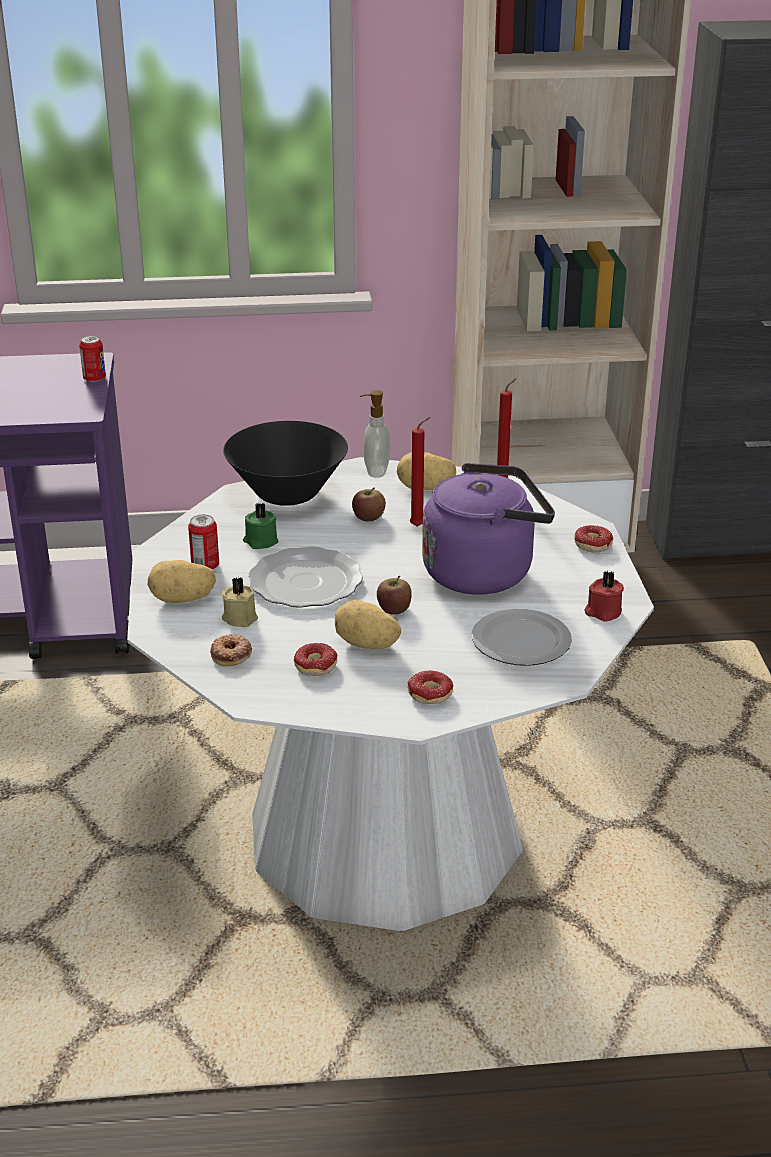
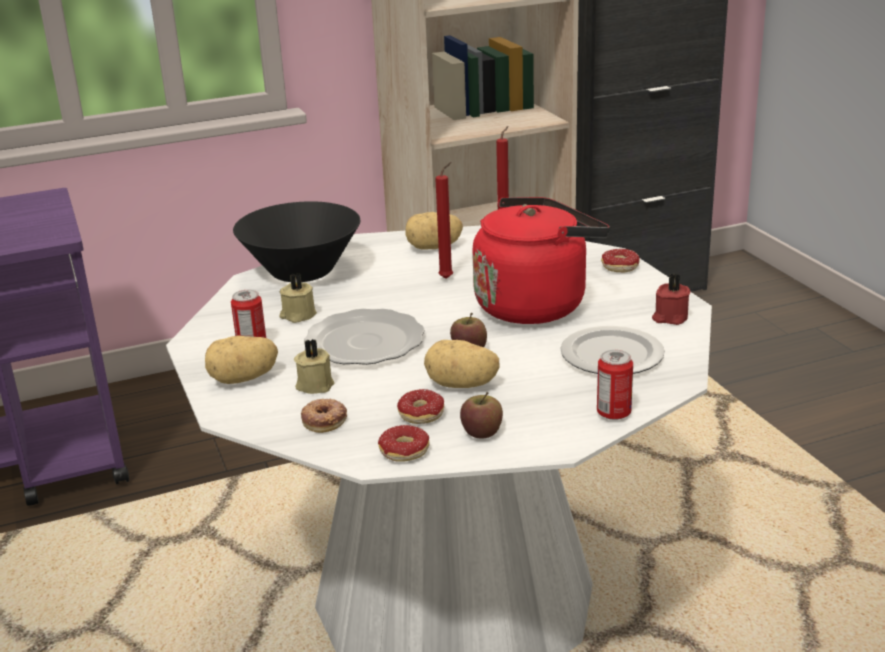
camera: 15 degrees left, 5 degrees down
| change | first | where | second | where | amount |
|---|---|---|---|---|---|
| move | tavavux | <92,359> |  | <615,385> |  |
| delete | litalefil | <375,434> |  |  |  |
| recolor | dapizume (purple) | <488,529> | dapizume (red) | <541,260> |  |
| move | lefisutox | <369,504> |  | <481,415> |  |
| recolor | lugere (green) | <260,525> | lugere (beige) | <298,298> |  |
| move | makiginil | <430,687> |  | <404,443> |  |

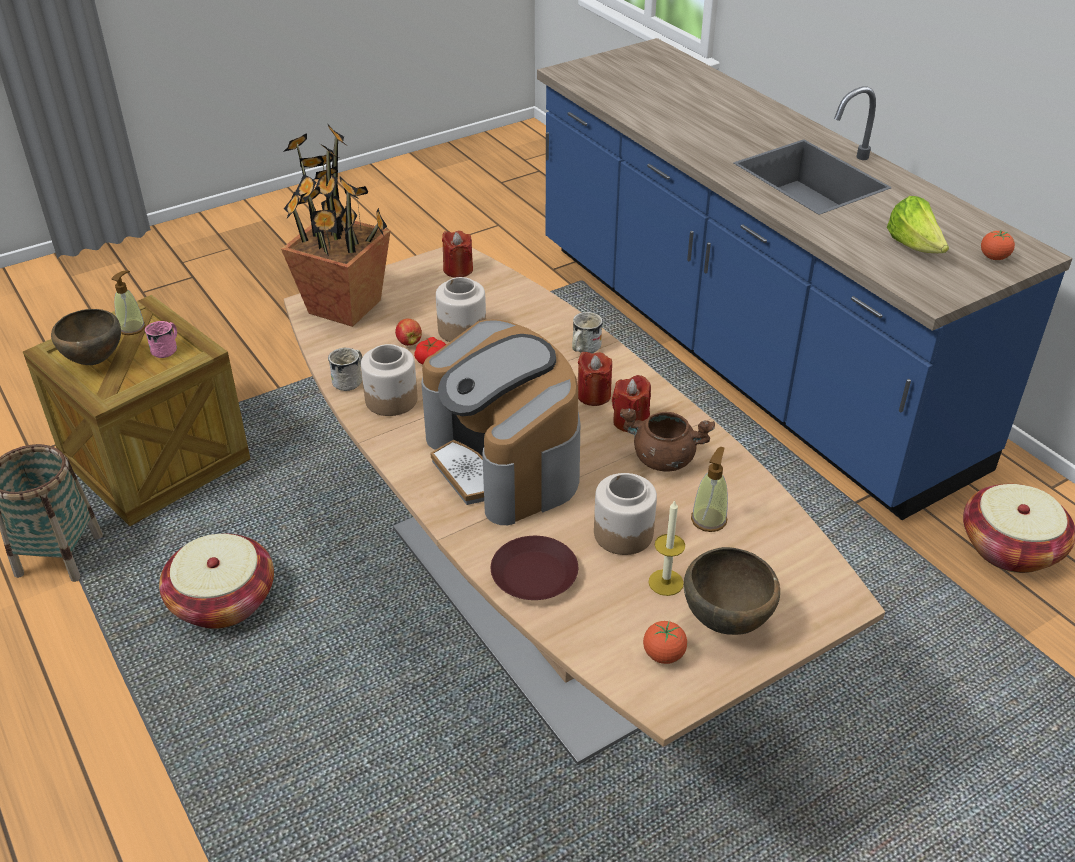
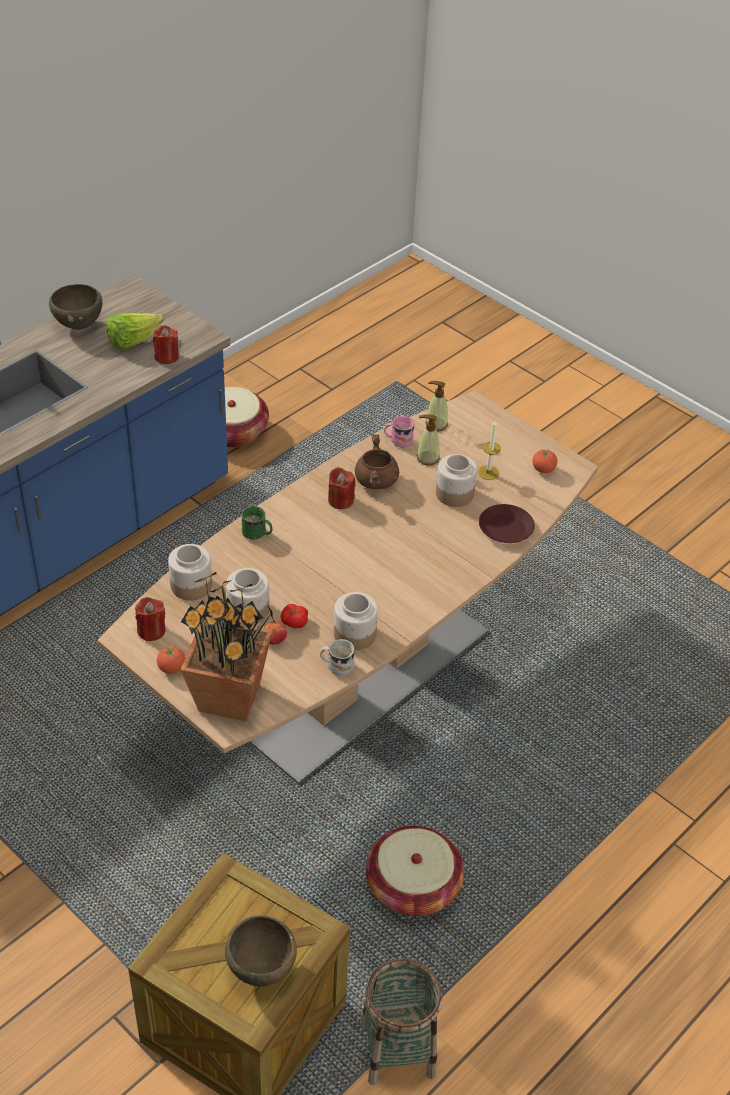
camera: 105 degrees left, 5 degrees up
| change | first | where | second | where | amount |
|---|---|---|---|---|---|
| move | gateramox | <998,244> |  | <171,660> |  |
| move | litalefil | <128,302> |  | <436,406> |  |
| recolor | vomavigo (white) | <587,333> | vomavigo (green) | <257,523> |  |
| delete | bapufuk | <500,422> |  |  |  |
| move | vomavigo (pink) | <161,339> |  | <399,431> |  |
| move | lugere (red) | <594,379> |  | <166,344> |  |
| move | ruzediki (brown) | <732,591> |  | <75,307> |  |
| insert |  |  | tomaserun | <190,572> |  |

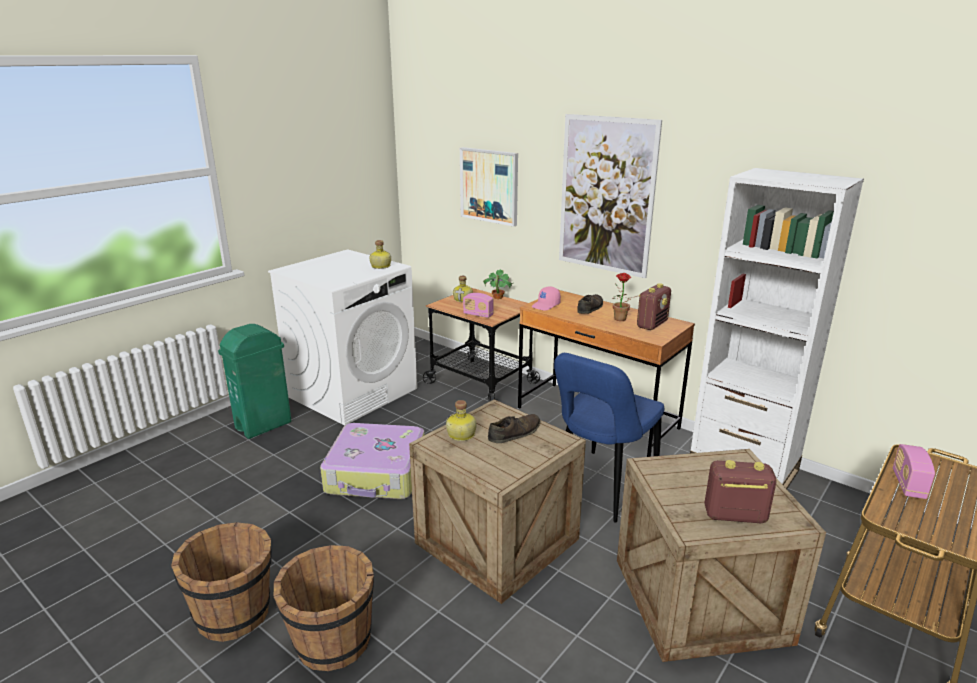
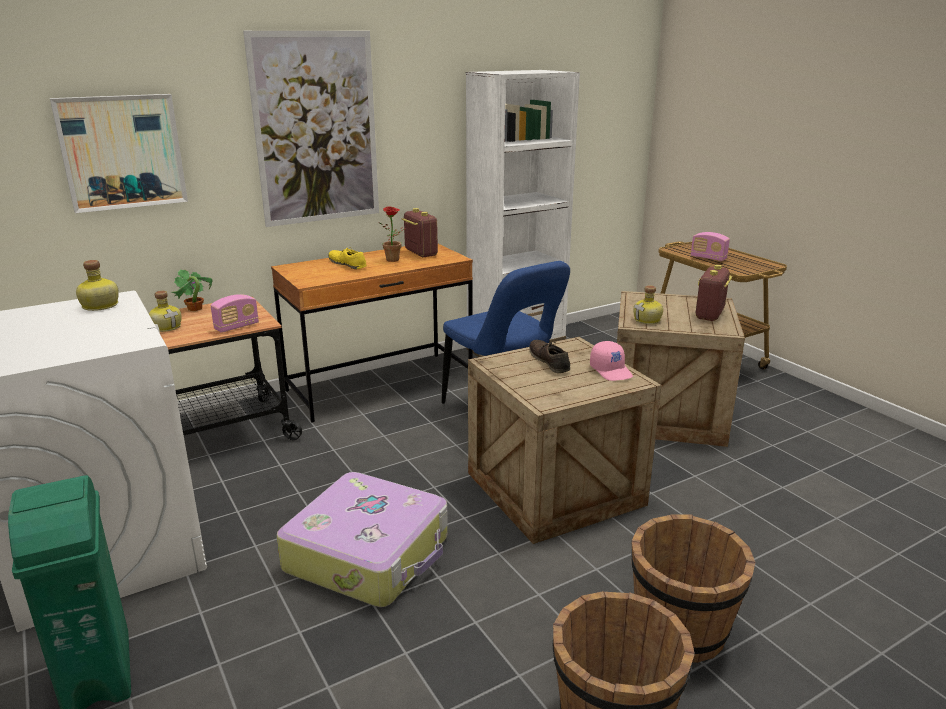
camera: 70 degrees left, 0 degrees up
| change | first | where | second | where | amount |
|---|---|---|---|---|---|
| move | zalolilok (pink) | <546,298> |  | <611,361> |  |
| recolor | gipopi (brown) | <590,304> | gipopi (yellow) | <347,258> |  |
| move | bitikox | <461,420> |  | <648,304> |  |

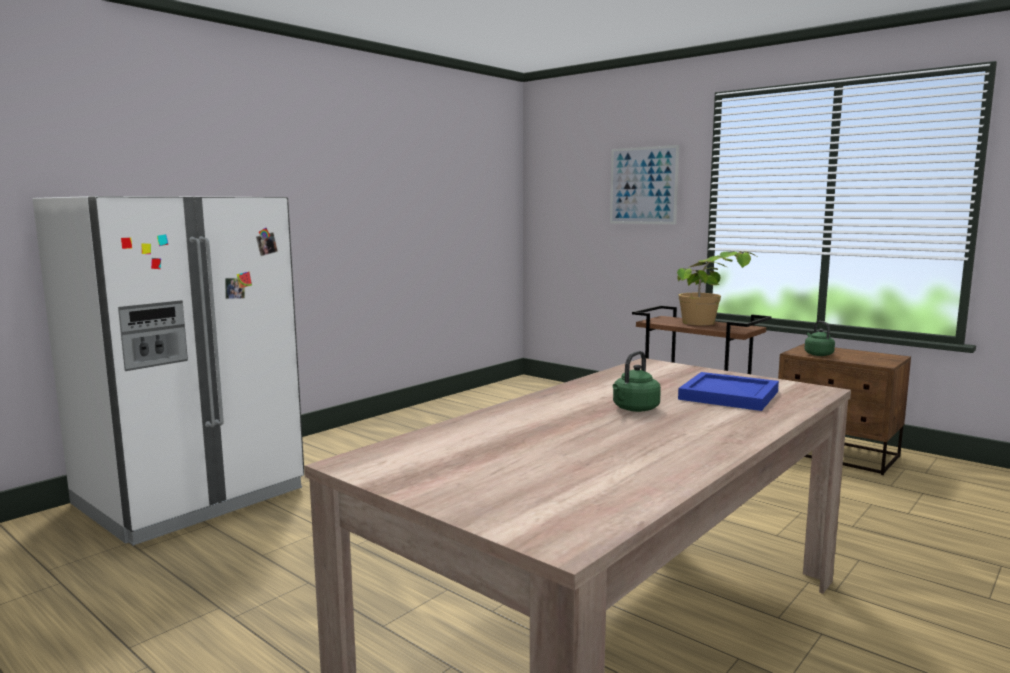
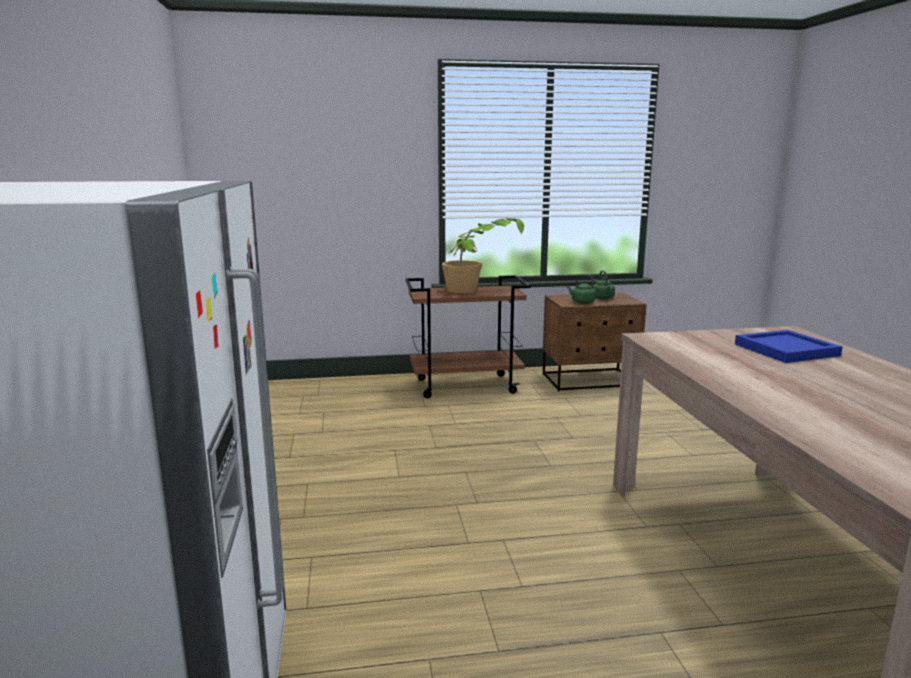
camera: 50 degrees left, 5 degrees up
| change | first | where | second | where | amount |
|---|---|---|---|---|---|
| delete | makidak | <644,184> |  |  |  |
| move | dapizume (green) | <637,381> |  | <604,284> |  |

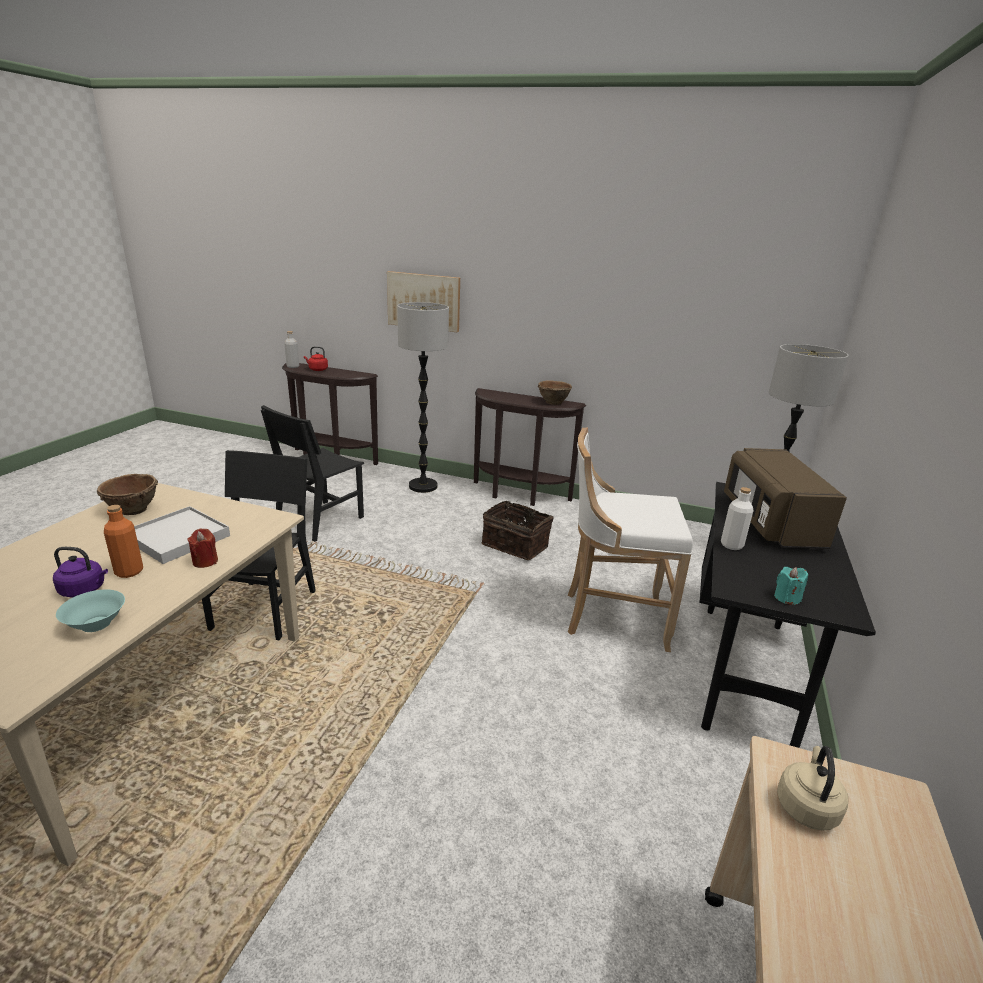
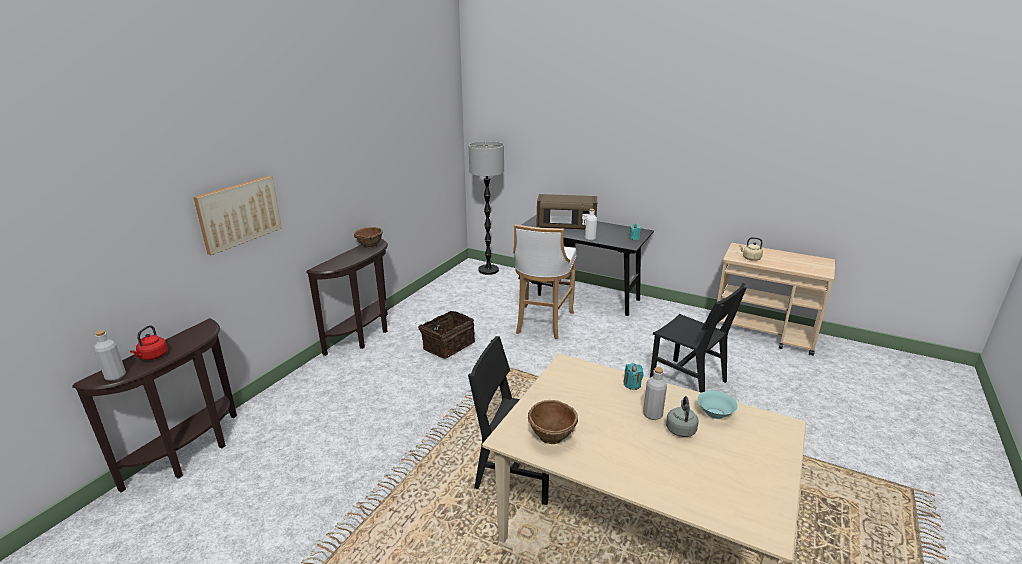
camera: 80 degrees left, 0 degrees up
| change | first | where | second | where | amount |
|---|---|---|---|---|---|
| delete | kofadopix | <423,397> |  |  |  |
| move | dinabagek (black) | <312,473> |  | <698,338> |  |
| recolor | bitikox (orange) | <123,541> | bitikox (grey) | <655,393> |  |
| delete | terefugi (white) | <182,535> |  |  |  |
| recolor | lugere (red) | <202,548> | lugere (turquoise) | <633,376> |  |
| recolor | dapizume (purple) | <80,572> | dapizume (grey) | <682,416> |  |

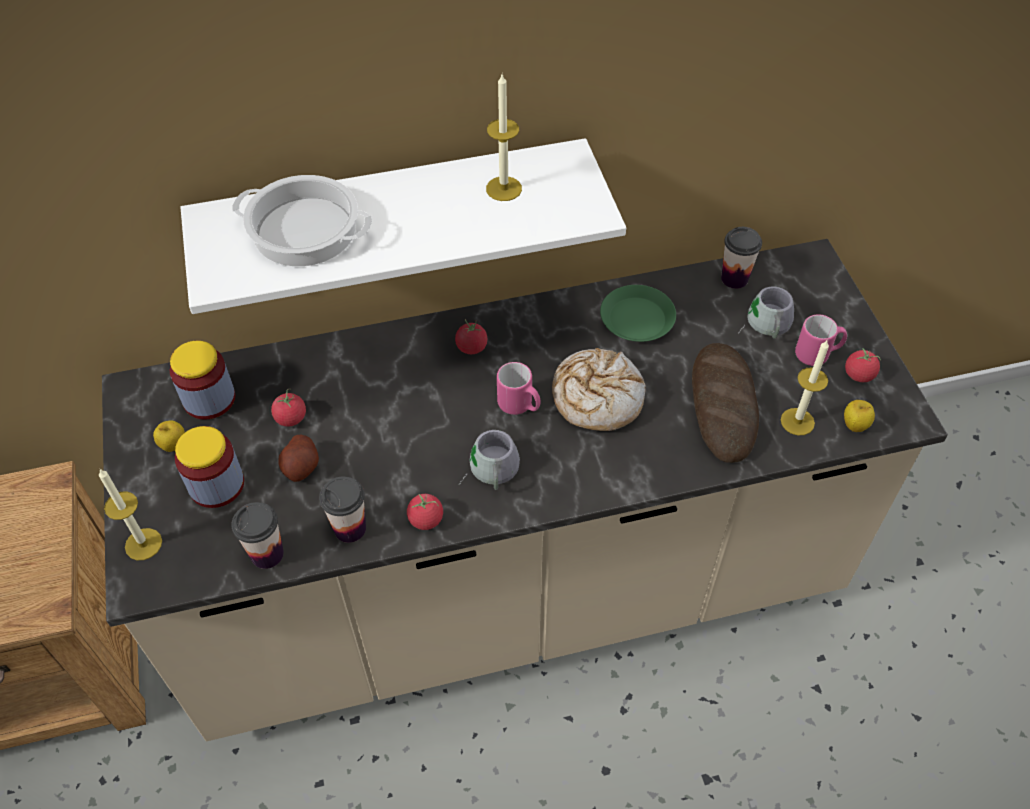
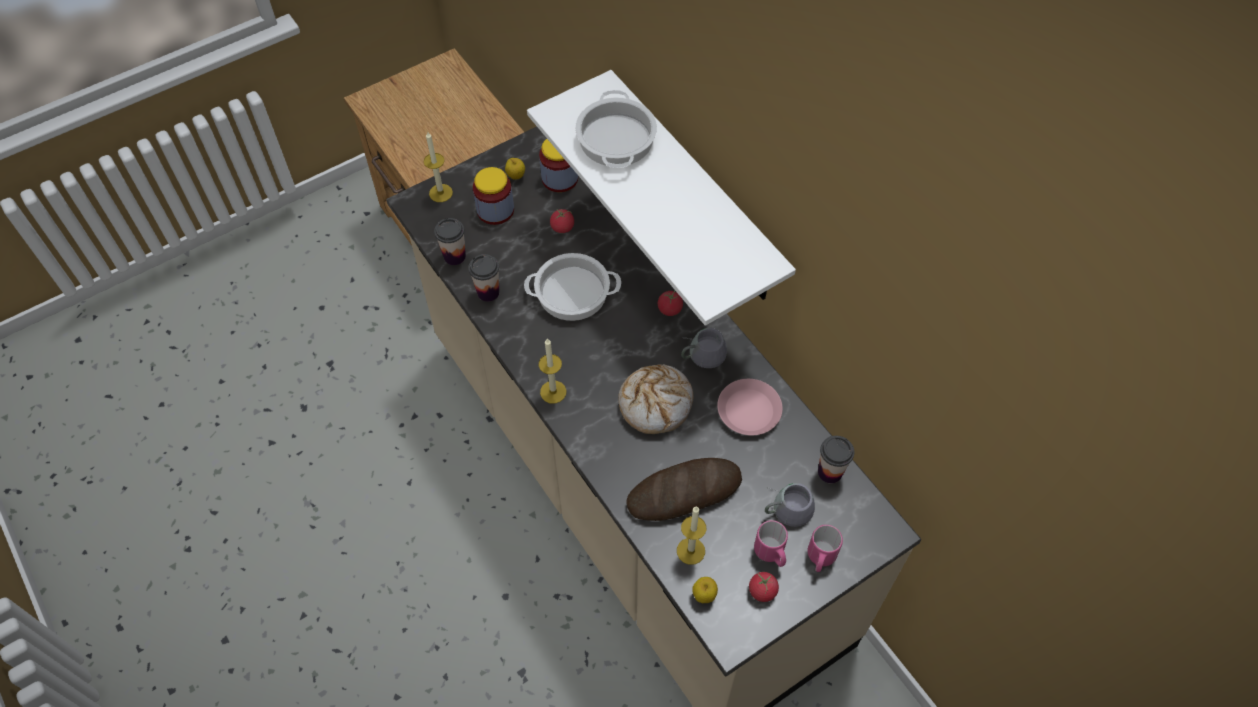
camera: 70 degrees right, 5 degrees up
| change | first | where | second | where | amount |
|---|---|---|---|---|---|
| move | lugere | <504,137> |  | <553,371> |  |
| recolor | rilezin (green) | <638,313> | rilezin (pink) | <750,407> |  |
| move | vomavigo (pink) | <519,388> |  | <825,548> |  |
| move | vomavigo (grey) | <489,460> |  | <704,348> |  |
| delete | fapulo | <298,458> |  |  |  |
| delete | gateramox | <425,512> |  |  |  |
| insert |  |  | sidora | <572,287> |  |

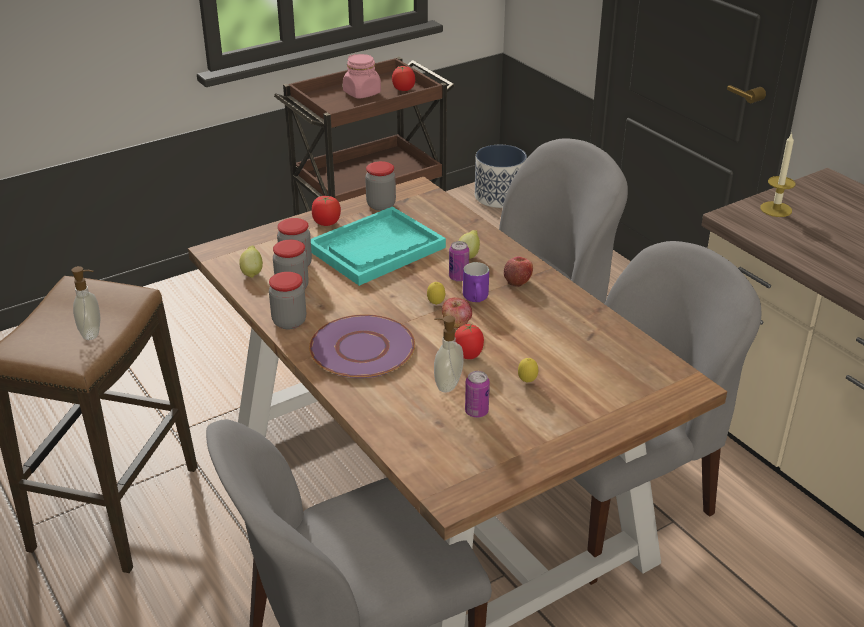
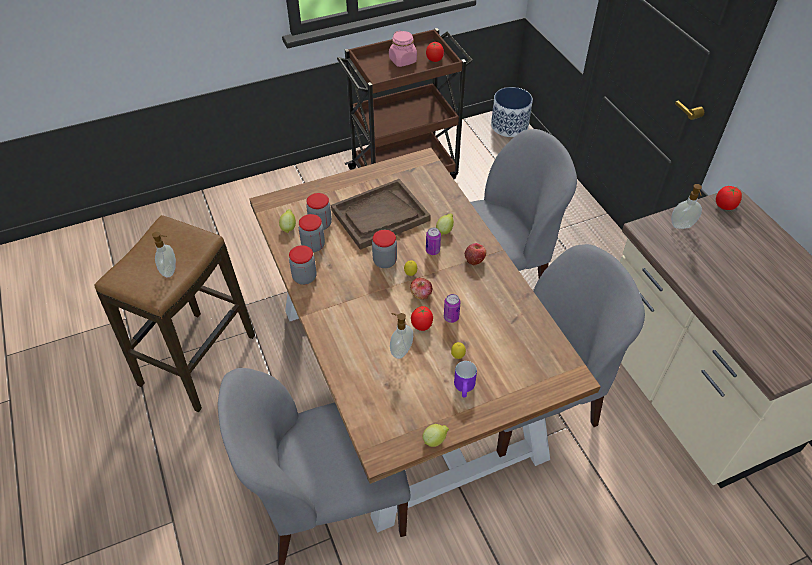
camera: 10 degrees right, 15 degrees up
| change | first | where | second | where | amount |
|---|---|---|---|---|---|
| replace | lugere | <777,175> | litalefil | <686,206> |  |
| move | tomaserun | <380,186> |  | <384,249> |  |
| move | gateramox | <326,211> |  | <729,198> |  |
| recolor | terefugi (turquoise) | <378,246> | terefugi (brown) | <381,214> |  |
| move | vomavigo (purple) | <476,282> |  | <465,379> |  |
| delete | rilezin (purple) | <362,346> |  |  |  |
| move | tavavux | <477,394> |  | <452,308> |  |
| insert |  |  | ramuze | <436,435> |  |

